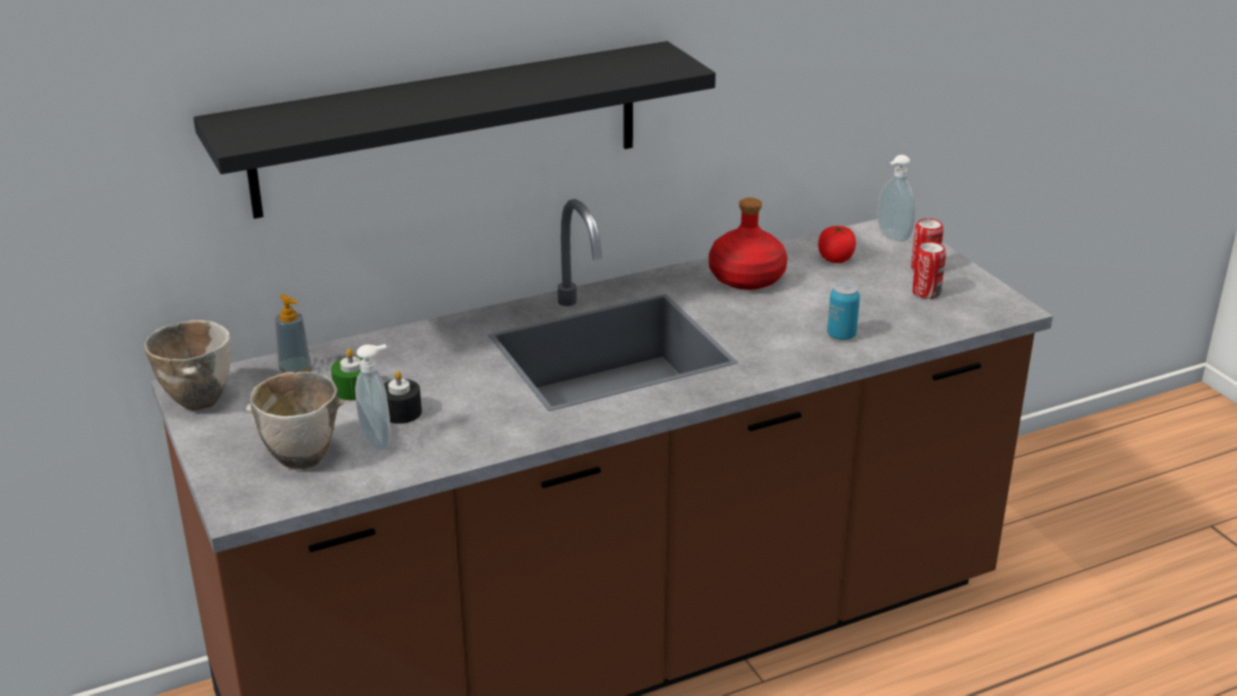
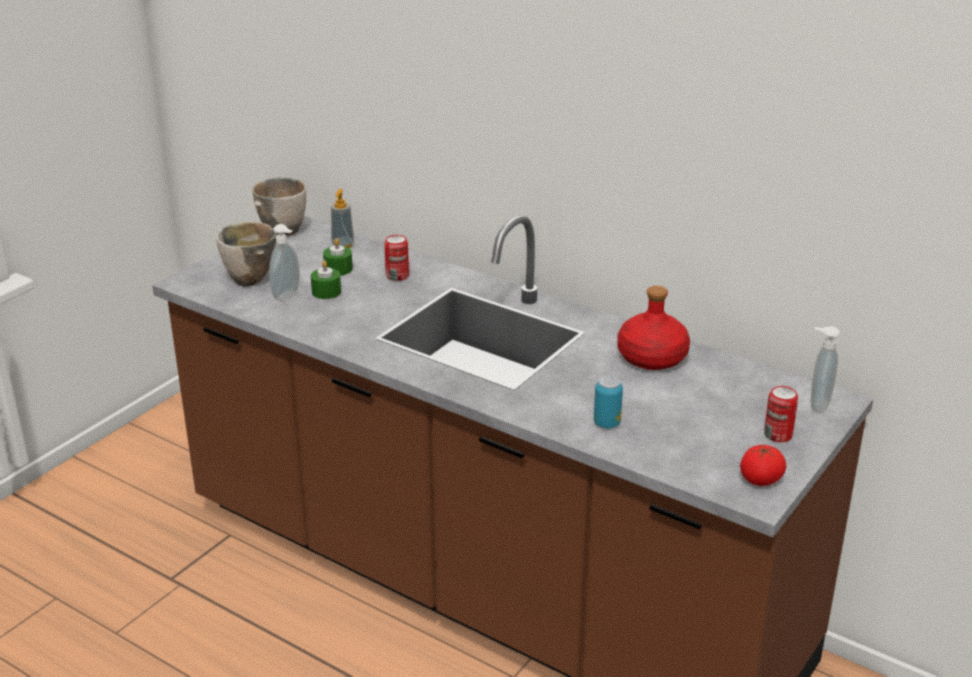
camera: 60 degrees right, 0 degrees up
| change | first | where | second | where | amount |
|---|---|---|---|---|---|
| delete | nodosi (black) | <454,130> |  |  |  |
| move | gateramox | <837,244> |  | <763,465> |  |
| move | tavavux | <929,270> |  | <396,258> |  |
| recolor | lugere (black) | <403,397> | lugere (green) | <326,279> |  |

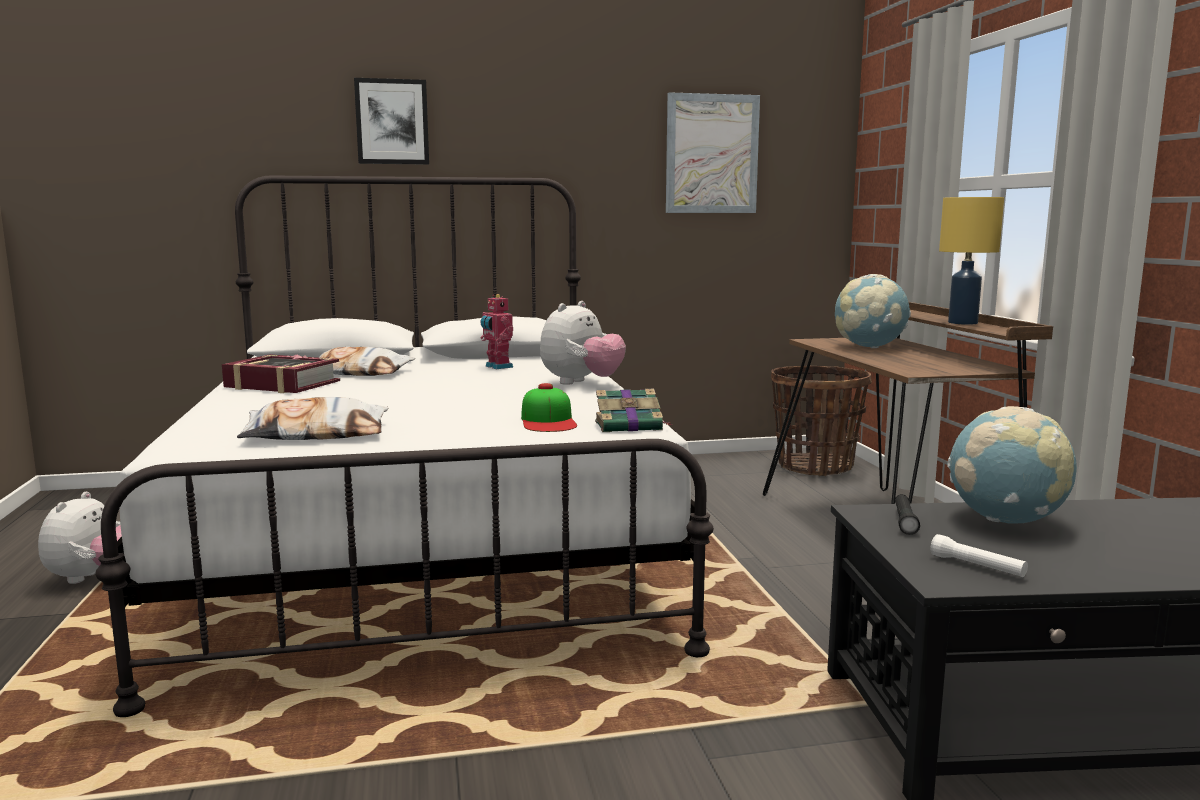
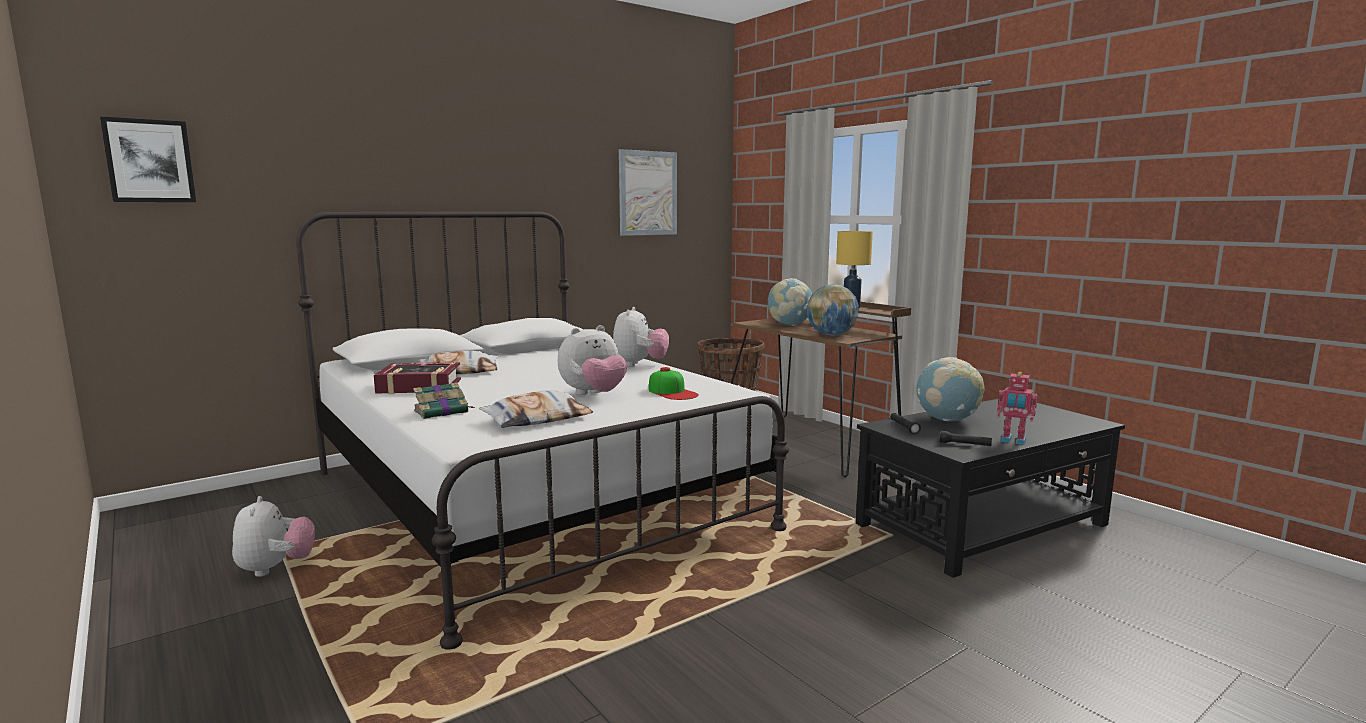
camera: 25 degrees left, 0 degrees up
| change | first | where | second | where | amount |
|---|---|---|---|---|---|
| move | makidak | <391,121> |  | <148,159> |  |
| move | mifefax | <497,331> |  | <1017,408> |  |
| move | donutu | <634,410> |  | <444,401> |  |
| recolor | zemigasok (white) | <979,555> | zemigasok (black) | <966,438> |  |
| insert |  |  | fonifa | <833,309> |  |
| insert |  |  | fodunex | <592,360> |  |

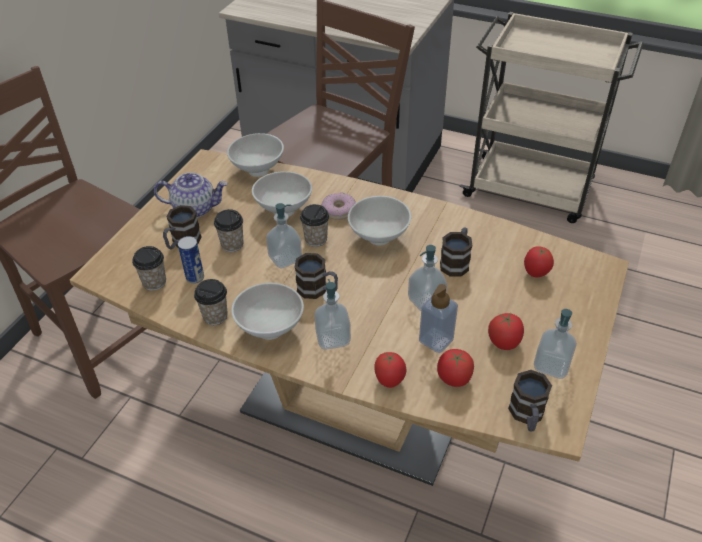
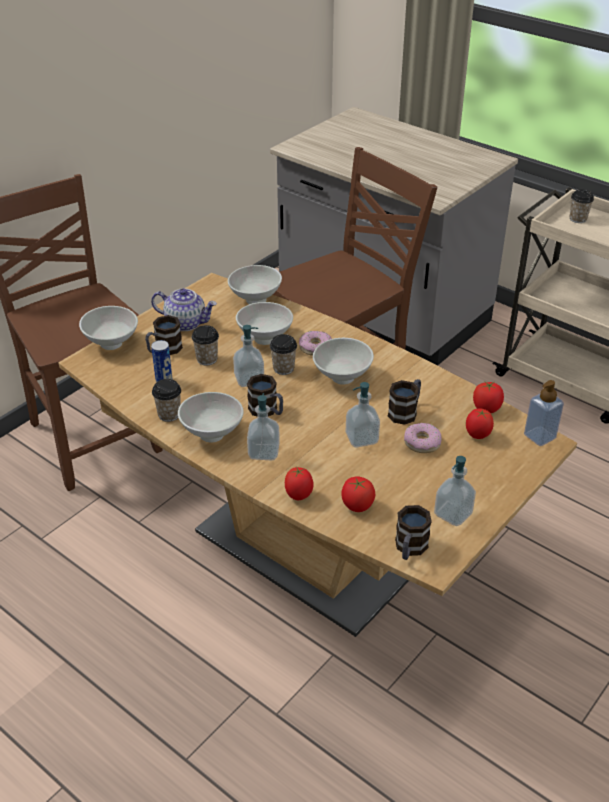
camera: 15 degrees right, 5 degrees down
| change | first | where | second | where | amount |
|---|---|---|---|---|---|
| move | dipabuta | <149,268> |  | <582,206> |  |
| move | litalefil | <438,318> |  | <544,413> |  |
| move | gateramox | <506,331> |  | <488,397> |  |
| insert |  |  | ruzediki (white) | <108,328> |  |
| insert |  |  | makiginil | <423,438> |  |

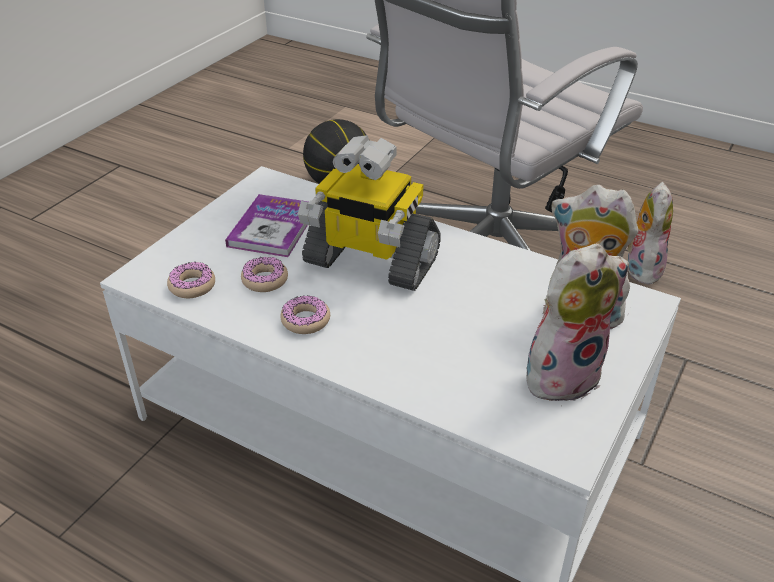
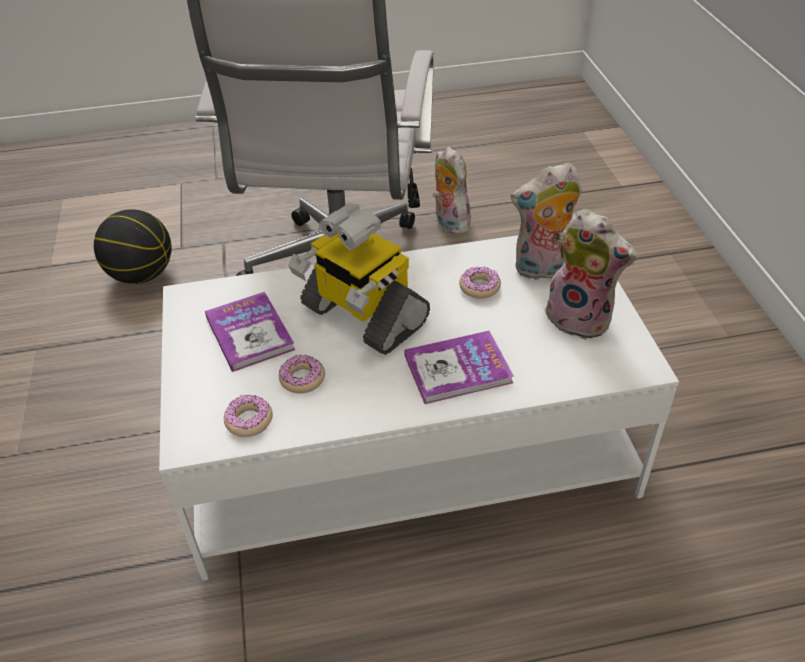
camera: 40 degrees left, 5 degrees up
| change | first | where | second | where | amount |
|---|---|---|---|---|---|
| rotate | mifefax | <369,213> |  | <359,279> | 60 degrees clockwise |
| rotate | fodunex | <577,324> |  | <591,274> | 105 degrees clockwise |
| move | makiginil | <305,314> |  | <480,282> |  |
| insert |  |  | donutu | <459,367> |  |

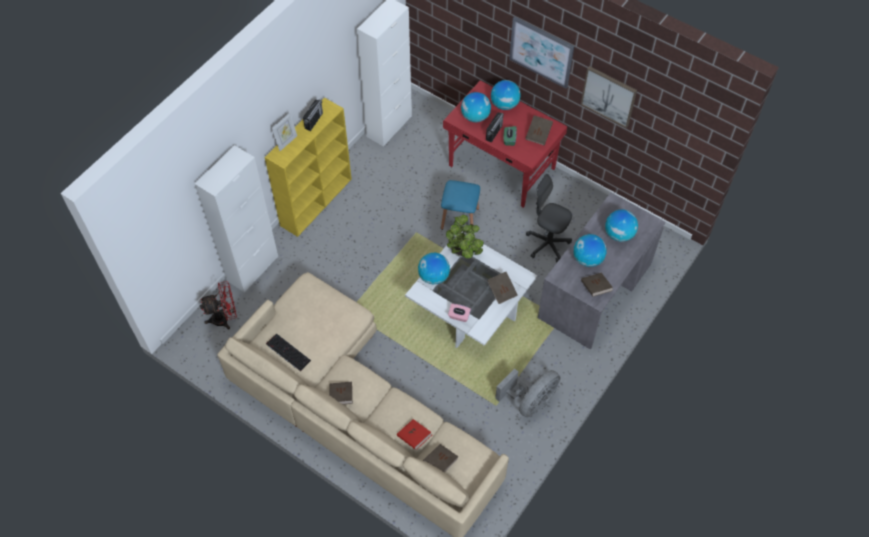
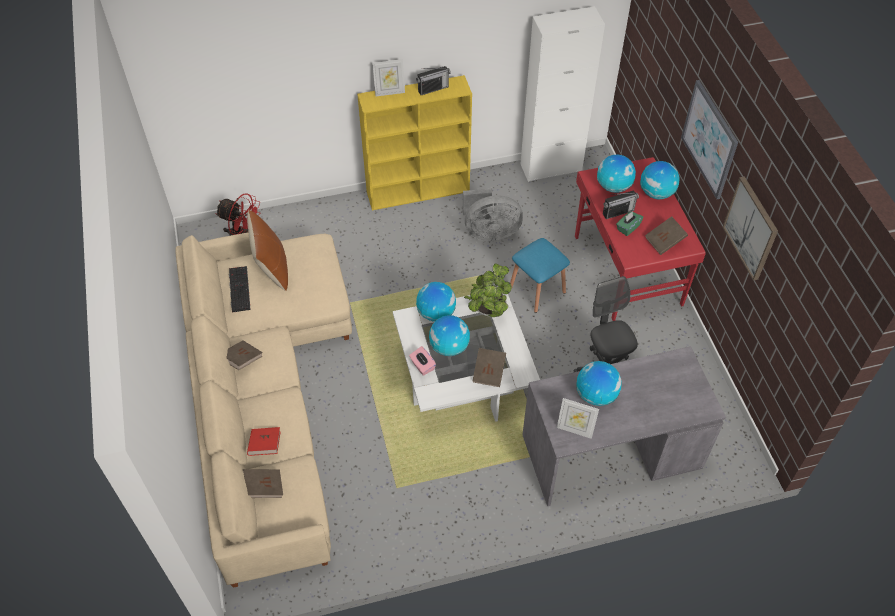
camera: 40 degrees right, 5 degrees down
| change | first | where | second | where | amount |
|---|---|---|---|---|---|
| delete | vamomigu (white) | <236,219> |  |  |  |
| move | fonifa | <621,225> |  | <449,335> |  |
| replace | donutu (brown) | <597,285> | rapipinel | <578,418> |  |
| move | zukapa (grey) | <528,393> |  | <493,215> |  |
| insert |  |  | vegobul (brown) | <267,250> |  |

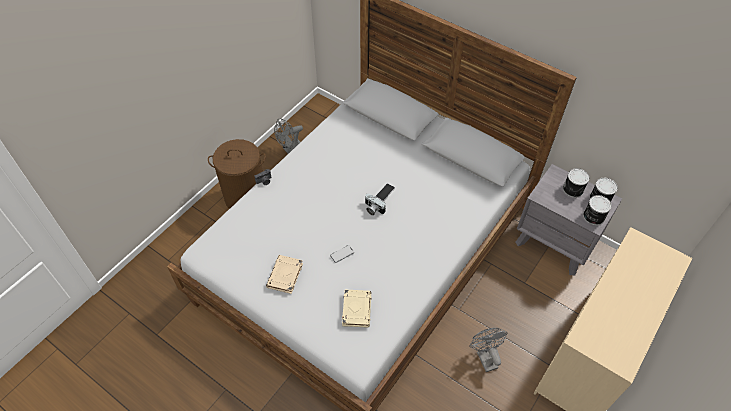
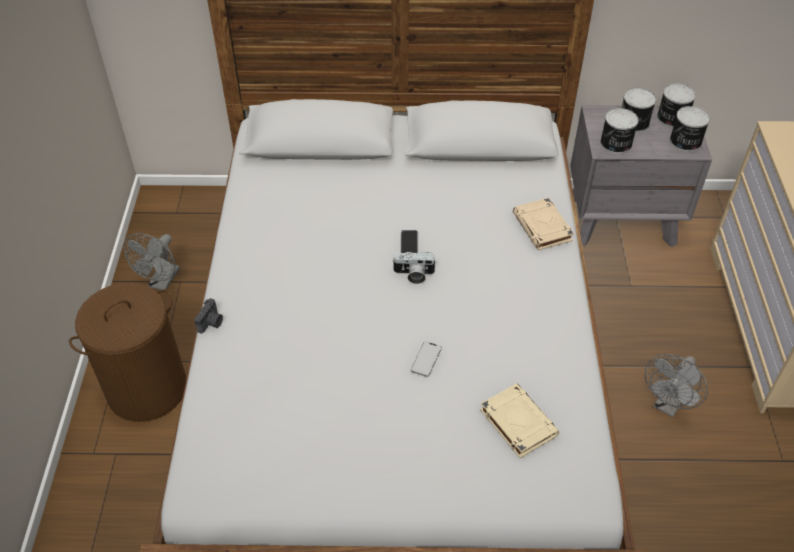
camera: 35 degrees left, 5 degrees down
| change | first | where | second | where | amount |
|---|---|---|---|---|---|
| move | donutu (beige) | <284,274> |  | <543,224> |  |
| rotate | zukapa (grey) | <488,350> |  | <676,385> | 90 degrees counterclockwise |
| insert |  |  | tavavux | <619,131> |  |

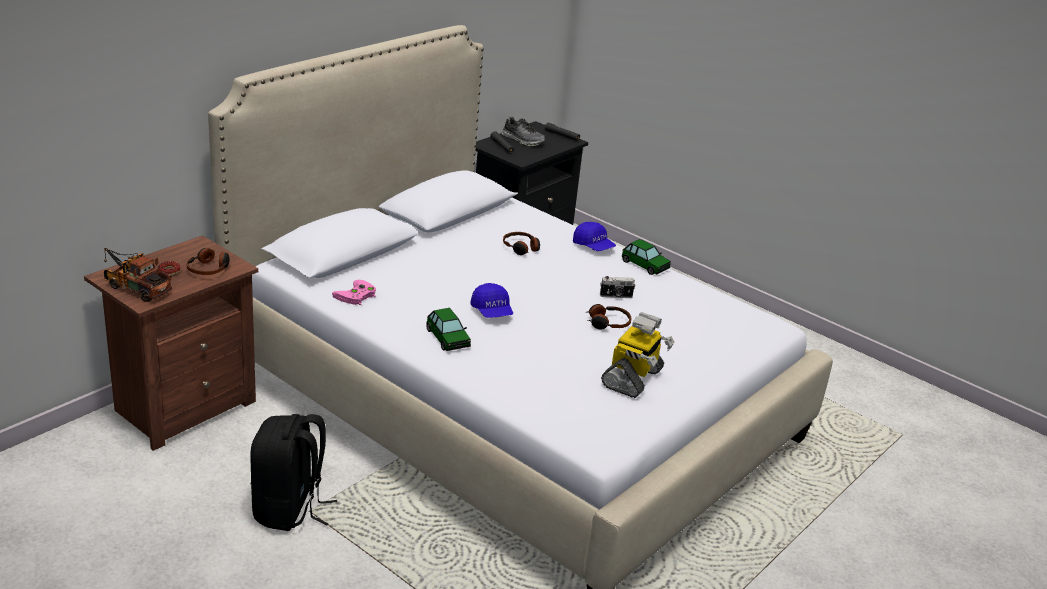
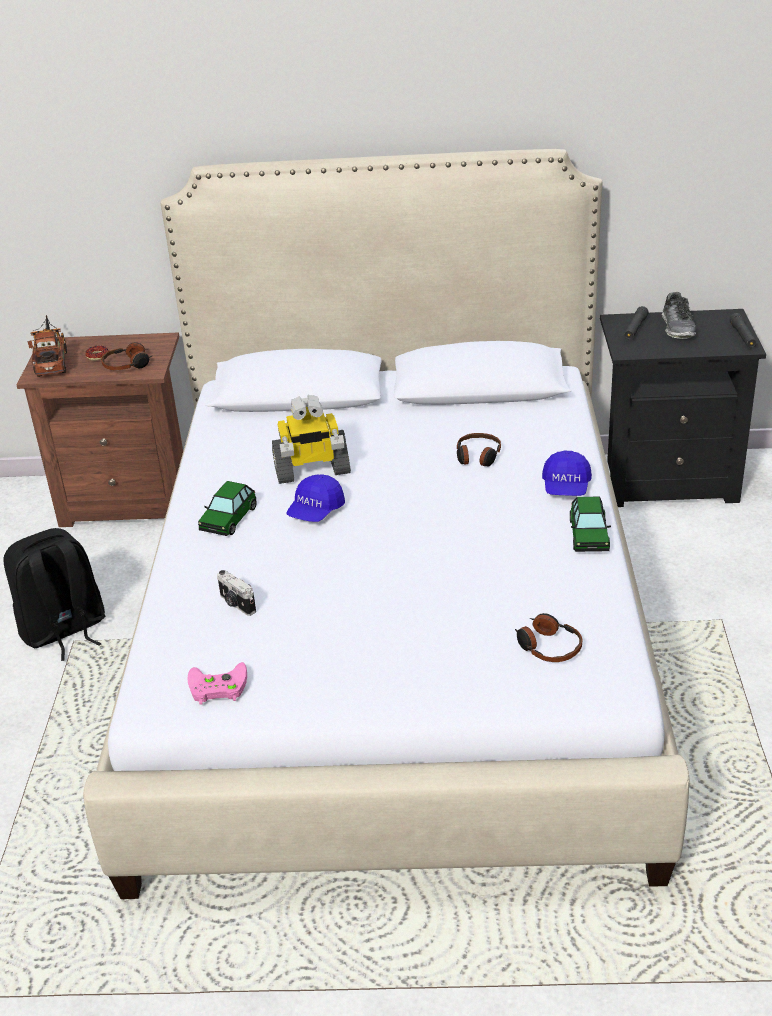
camera: 55 degrees right, 5 degrees up
| change | first | where | second | where | amount |
|---|---|---|---|---|---|
| move | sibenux | <618,287> |  | <236,593> |  |
| move | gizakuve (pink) | <354,292> |  | <217,683> |  |
| move | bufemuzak | <608,317> |  | <548,637> |  |
| move | mifefax | <638,355> |  | <311,439> |  |

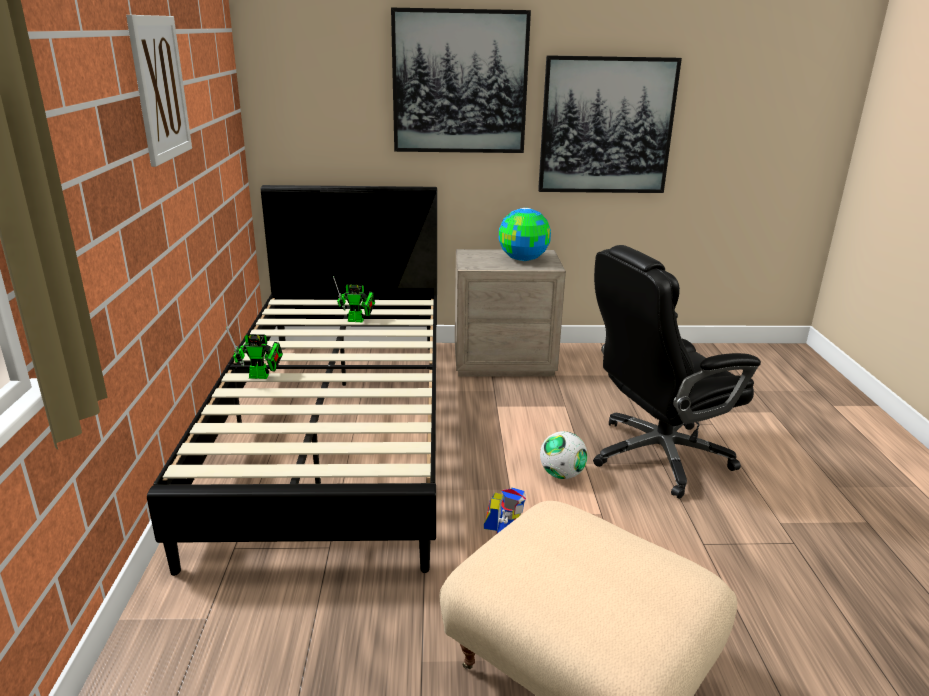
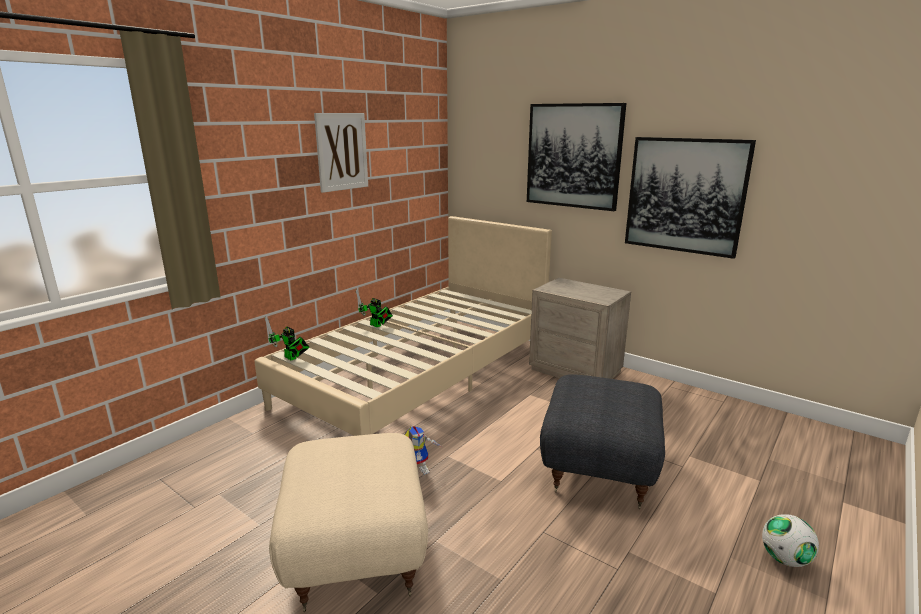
camera: 40 degrees right, 5 degrees down
| change | first | where | second | where | amount |
|---|---|---|---|---|---|
| recolor | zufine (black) | <292,380> | zufine (beige) | <403,326> |  |
| delete | fonifa | <525,234> |  |  |  |
| replace | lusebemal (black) | <677,372> | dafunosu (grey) | <602,441> |  |
| move | mifefax | <354,299> |  | <287,338> |  |
| move | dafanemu | <564,455> |  | <790,540> |  |

